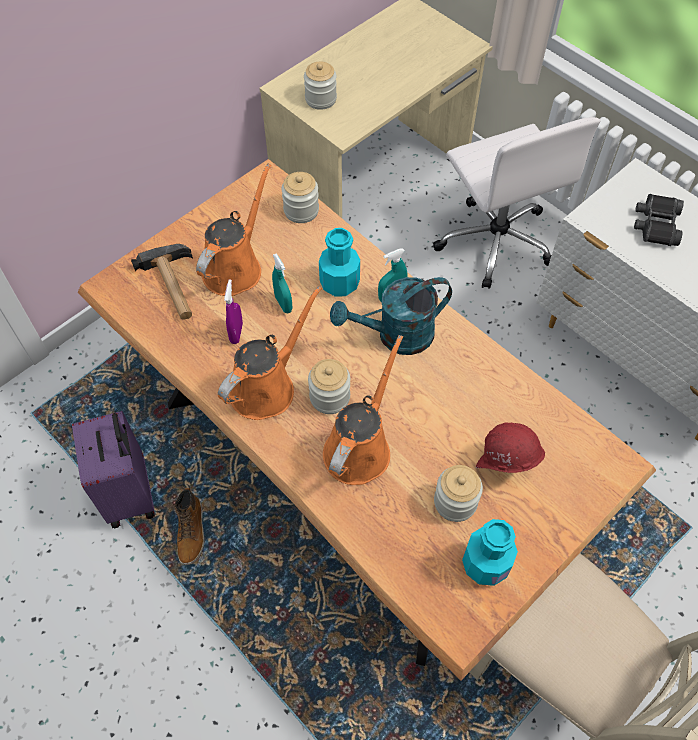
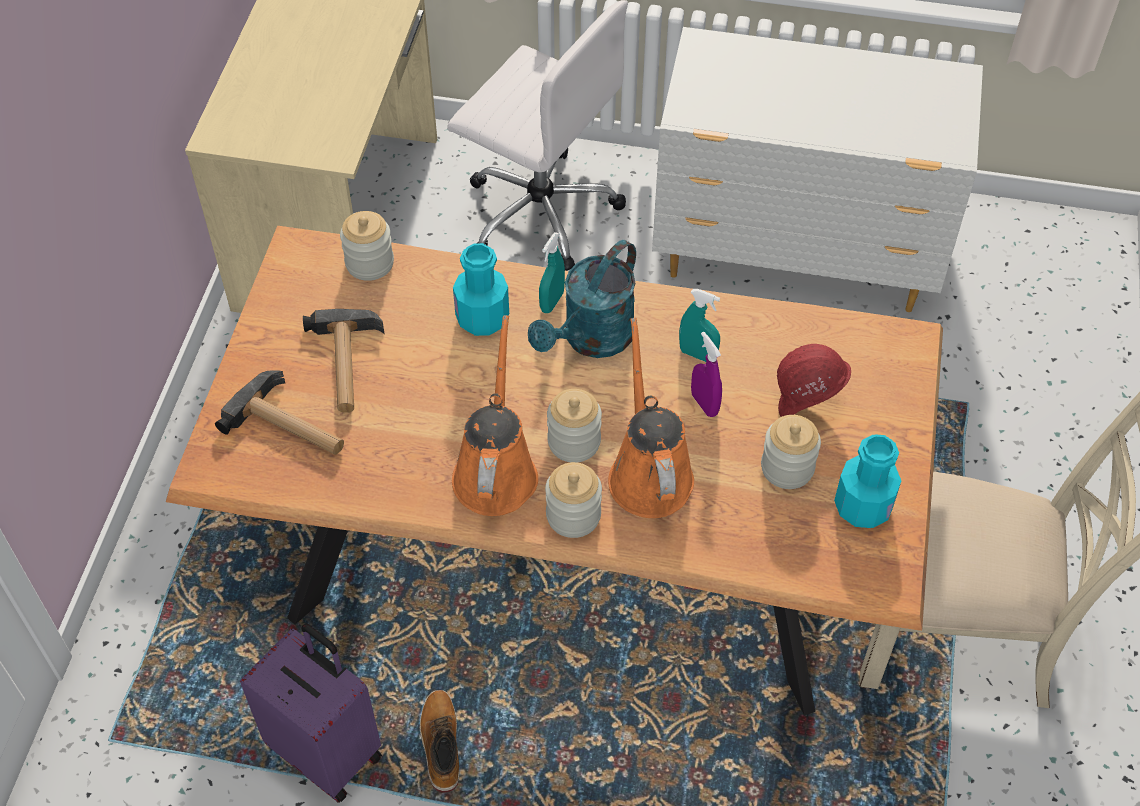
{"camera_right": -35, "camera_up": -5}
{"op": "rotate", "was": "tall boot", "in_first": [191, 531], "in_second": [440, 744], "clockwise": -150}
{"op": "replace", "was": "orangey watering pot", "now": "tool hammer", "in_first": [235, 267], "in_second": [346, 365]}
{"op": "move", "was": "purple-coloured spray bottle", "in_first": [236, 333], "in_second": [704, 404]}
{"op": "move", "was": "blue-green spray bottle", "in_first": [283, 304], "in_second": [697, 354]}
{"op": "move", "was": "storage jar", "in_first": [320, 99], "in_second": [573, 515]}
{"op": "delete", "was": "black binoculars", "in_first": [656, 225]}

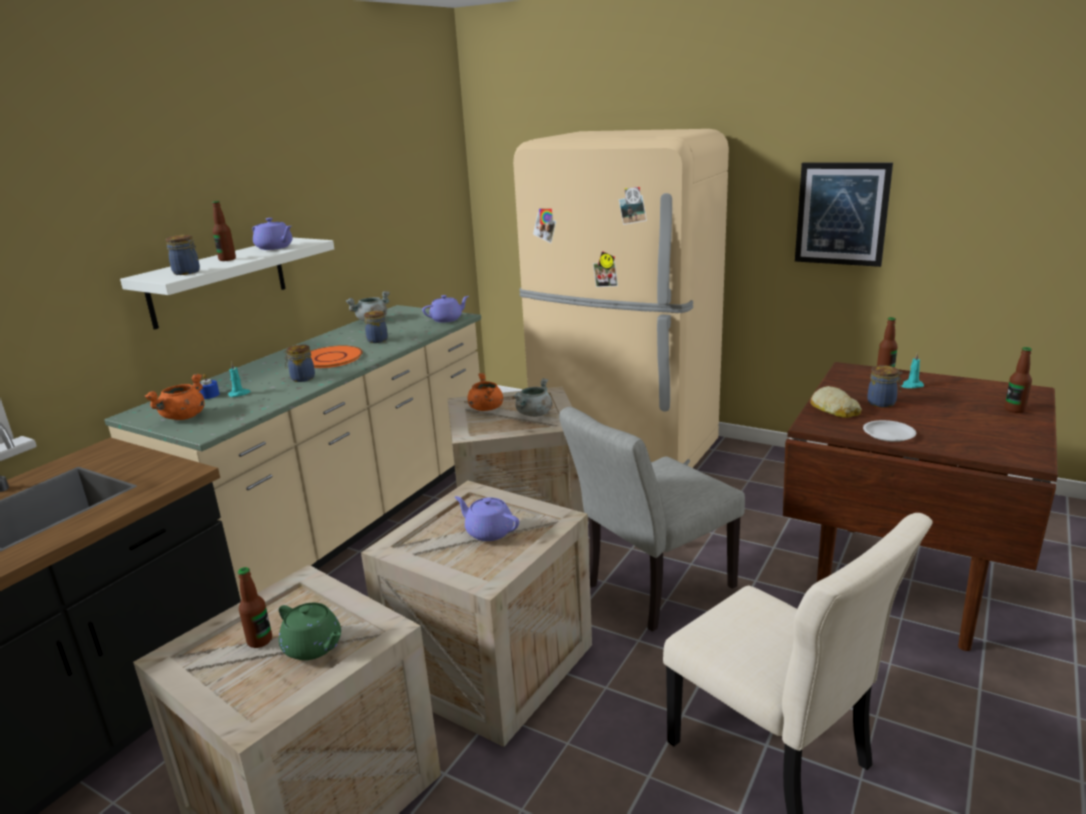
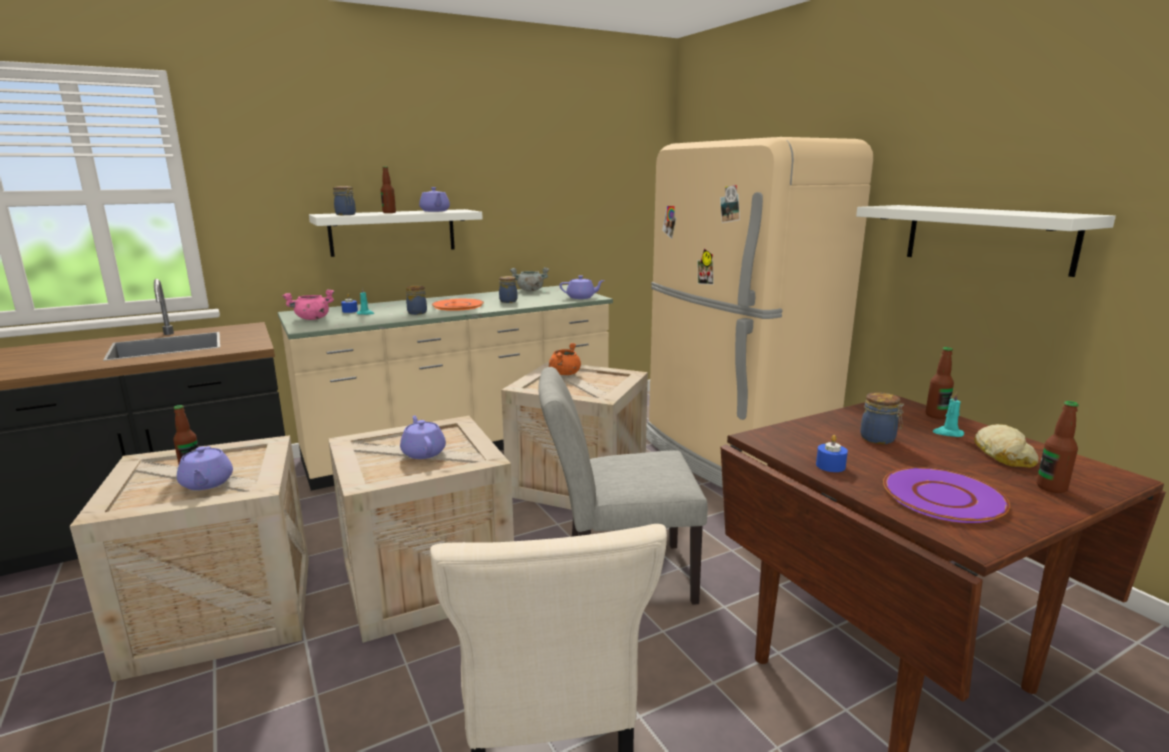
{"camera_right": 30, "camera_up": -5}
{"op": "recolor", "was": "orangey saucepot", "now": "pink-coloured saucepot", "in_first": [183, 417], "in_second": [312, 319]}
{"op": "recolor", "was": "greenish pot for tea", "now": "purple-coloured pot for tea", "in_first": [313, 647], "in_second": [206, 483]}
{"op": "delete", "was": "gray saucepot", "in_first": [534, 414]}
{"op": "replace", "was": "picture", "now": "white-coloured shelf", "in_first": [842, 214], "in_second": [987, 237]}
{"op": "move", "was": "bakery bread", "in_first": [834, 409], "in_second": [1003, 454]}
{"op": "replace", "was": "white-coloured dinner plate", "now": "blue wax candle", "in_first": [888, 434], "in_second": [830, 466]}
{"op": "insert", "now": "purple-coloured dinner plate", "in_second": [944, 497]}

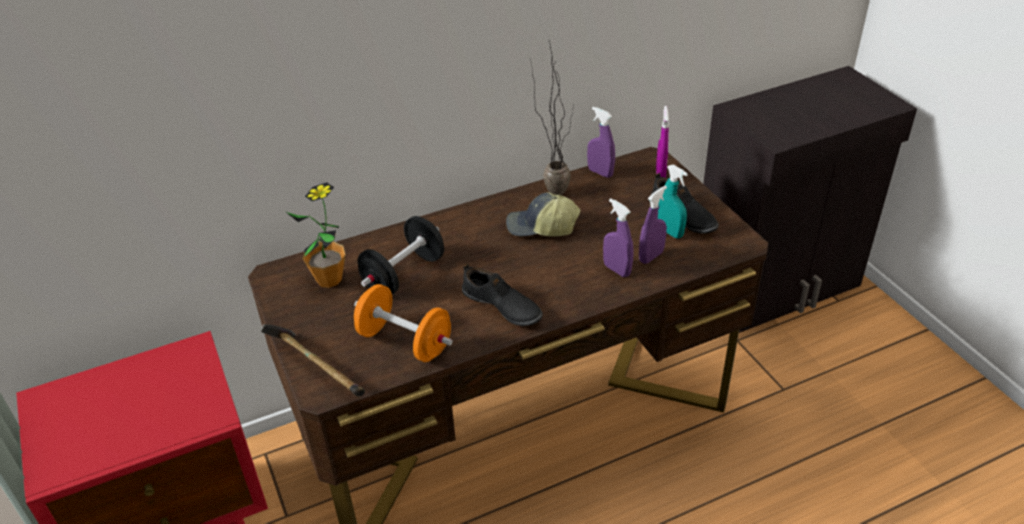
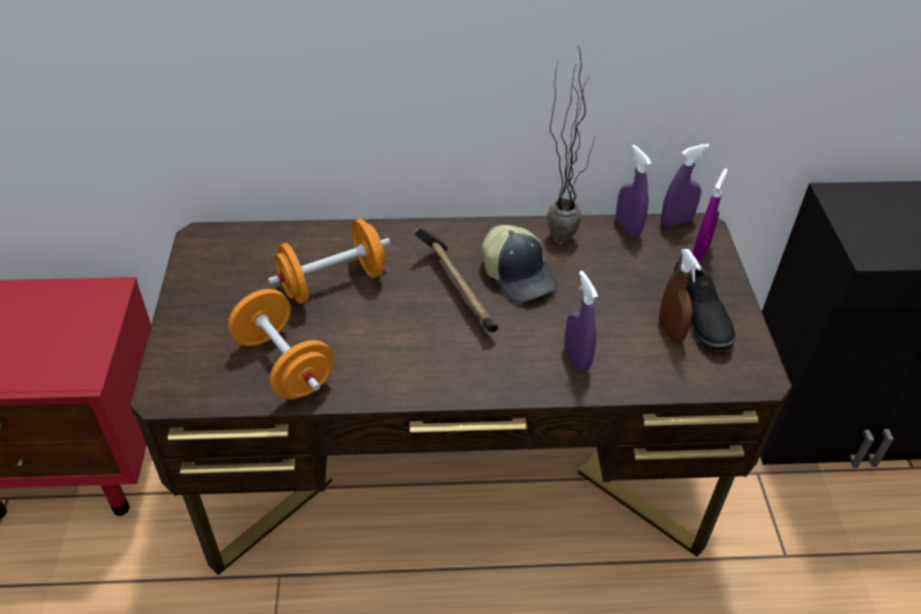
{"camera_right": 20, "camera_up": 5}
{"op": "move", "was": "tool hammer", "in_first": [316, 369], "in_second": [457, 290]}
{"op": "delete", "was": "plant in a pot", "in_first": [329, 279]}
{"op": "recolor", "was": "black dumbbell", "now": "orangey dumbbell", "in_first": [404, 274], "in_second": [333, 283]}
{"op": "delete", "was": "black item of footwear", "in_first": [501, 306]}
{"op": "rotate", "was": "baseball cap", "in_first": [541, 227], "in_second": [518, 275], "clockwise": -150}
{"op": "move", "was": "purple-coloured spray bottle", "in_first": [651, 256], "in_second": [676, 221]}
{"op": "recolor", "was": "blue-green spray bottle", "now": "brownish spray bottle", "in_first": [670, 232], "in_second": [670, 331]}

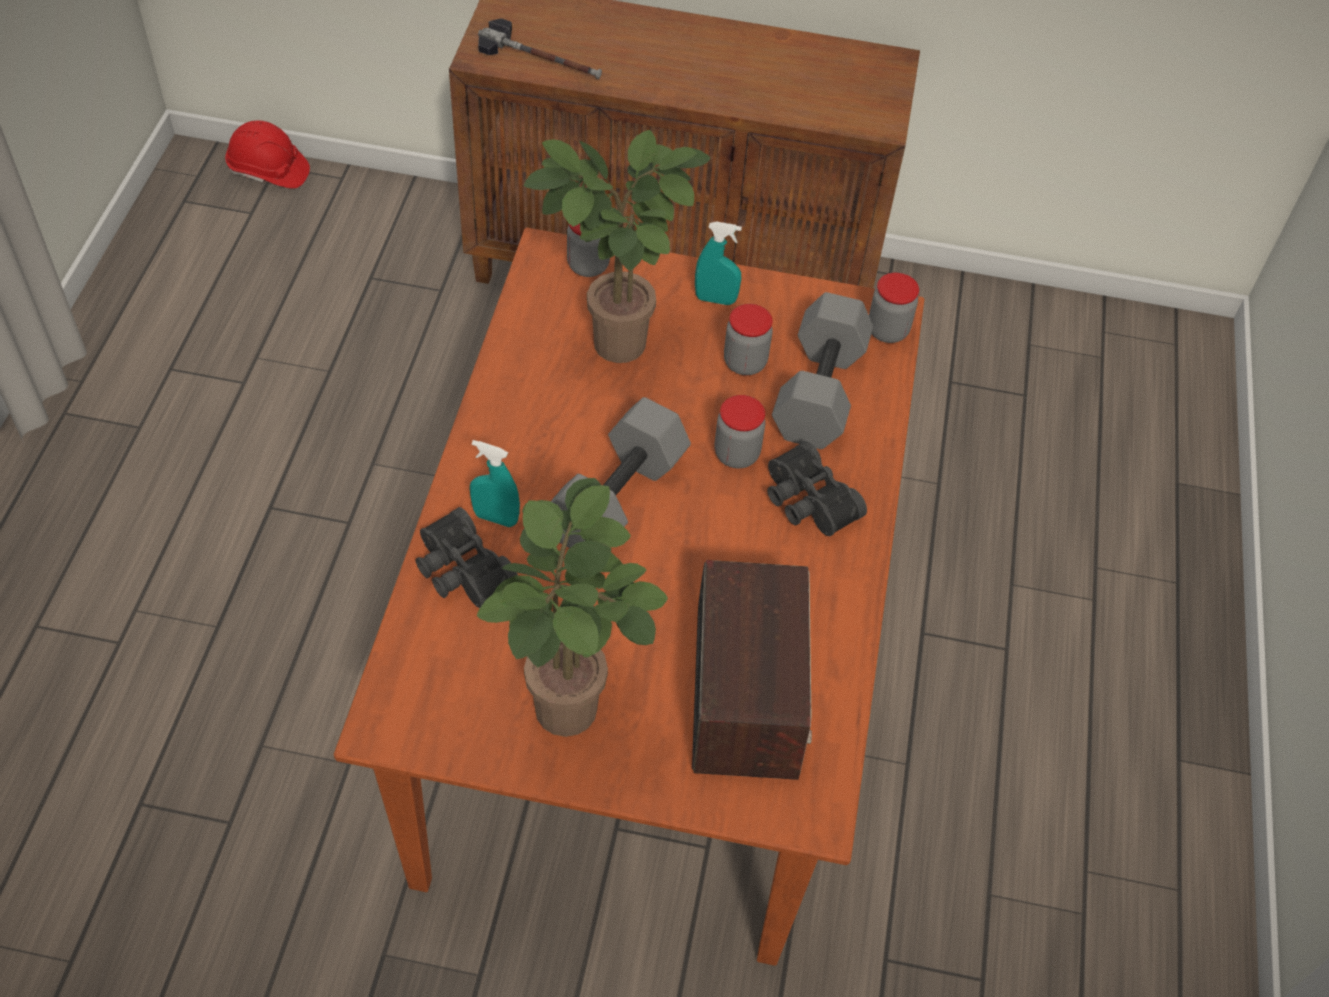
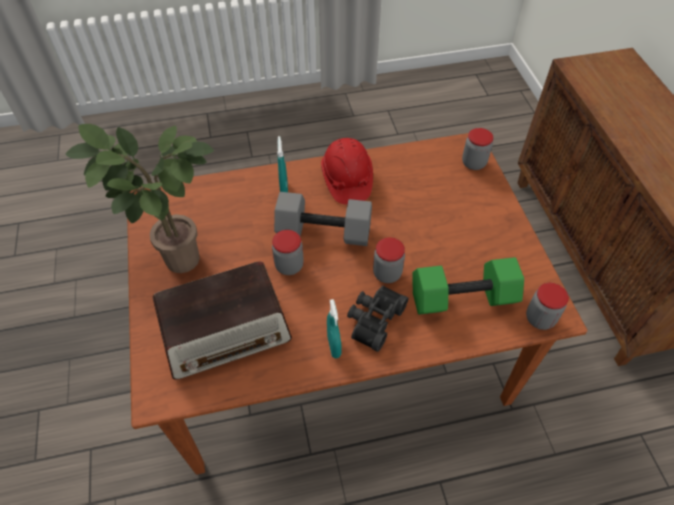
{"camera_right": 70, "camera_up": 0}
{"op": "move", "was": "red-coloured work helmet", "in_first": [268, 171], "in_second": [346, 180]}
{"op": "delete", "was": "black binoculars", "in_first": [460, 571]}
{"op": "delete", "was": "tool hammer", "in_first": [540, 59]}
{"op": "delete", "was": "plant in a pot", "in_first": [615, 350]}
{"op": "move", "was": "blue-green spray bottle", "in_first": [715, 299], "in_second": [334, 346]}
{"op": "move", "was": "storage jar", "in_first": [745, 362], "in_second": [289, 266]}
{"op": "recolor", "was": "gray dumbbell", "now": "greenish dumbbell", "in_first": [817, 389], "in_second": [463, 296]}

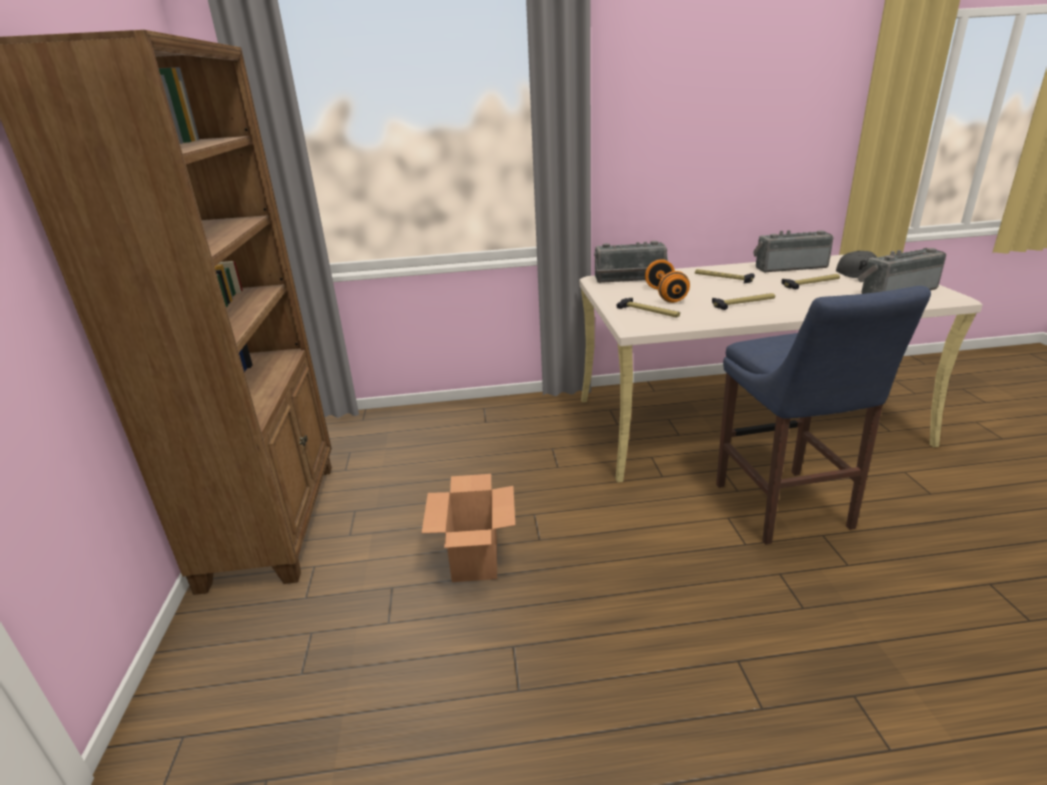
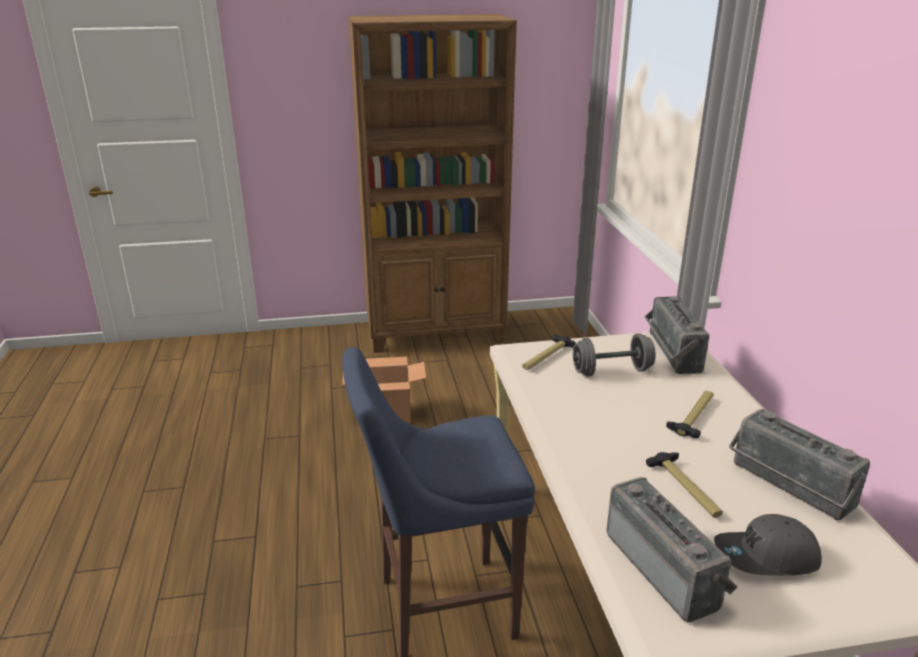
{"camera_right": 85, "camera_up": 0}
{"op": "recolor", "was": "orangey dumbbell", "now": "gray dumbbell", "in_first": [665, 295], "in_second": [611, 371]}
{"op": "delete", "was": "tool hammer", "in_first": [743, 304]}
{"op": "rotate", "was": "radio receiver", "in_first": [789, 267], "in_second": [788, 488], "clockwise": 150}

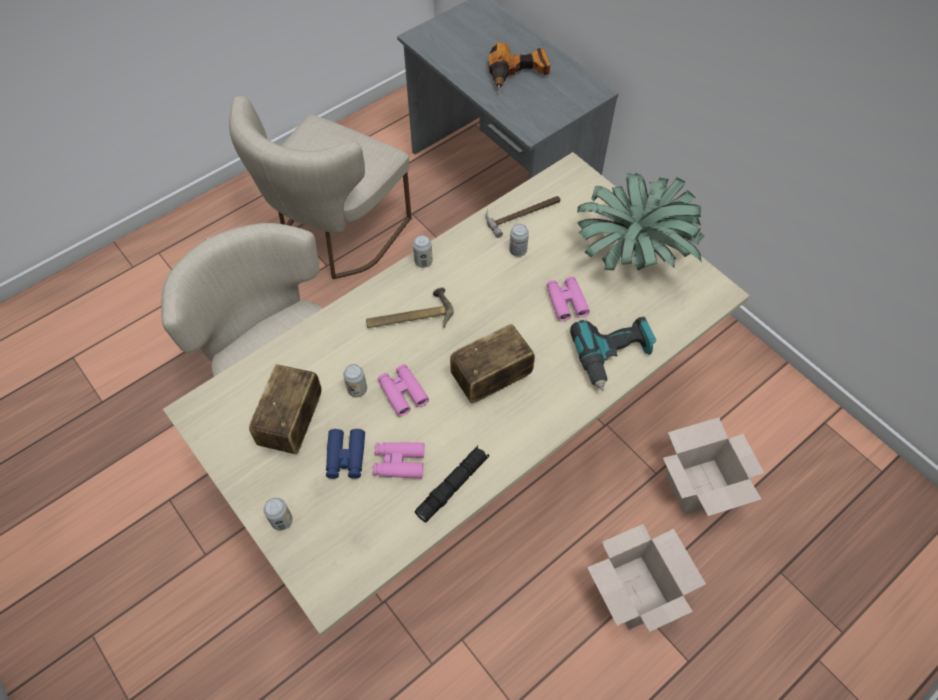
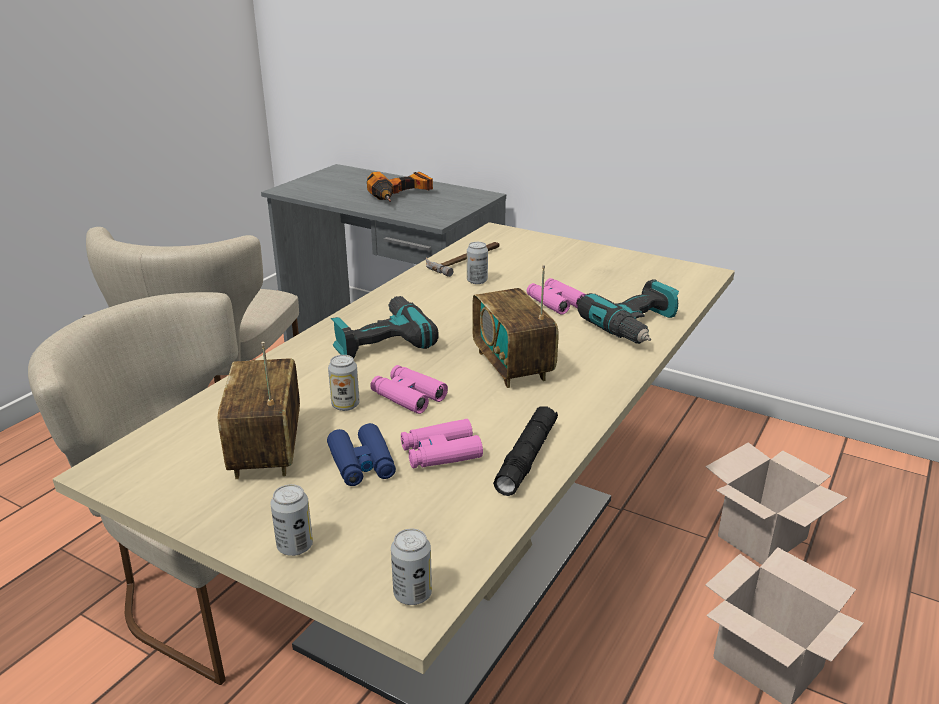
{"camera_right": -20, "camera_up": -30}
{"op": "replace", "was": "tool hammer", "now": "power drill", "in_first": [410, 316], "in_second": [380, 340]}
{"op": "move", "was": "sealed can", "in_first": [423, 262], "in_second": [412, 594]}
{"op": "rotate", "was": "radio receiver", "in_first": [491, 379], "in_second": [512, 366], "clockwise": -60}
{"op": "delete", "was": "plant in a pot", "in_first": [632, 253]}

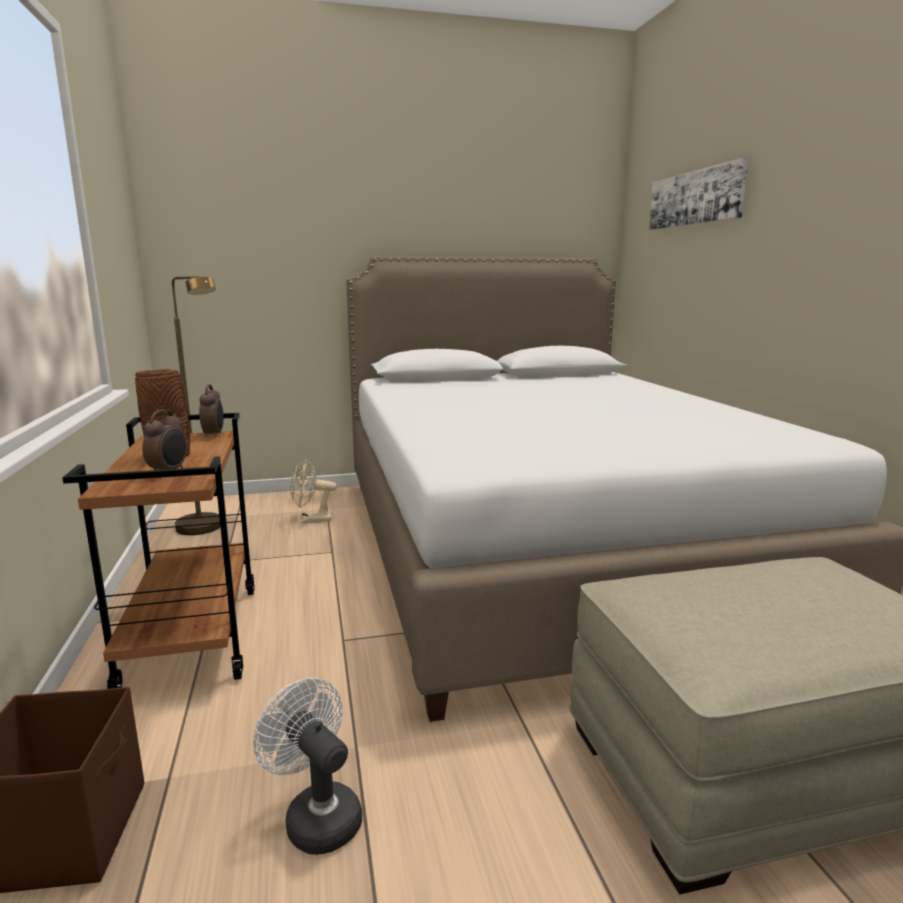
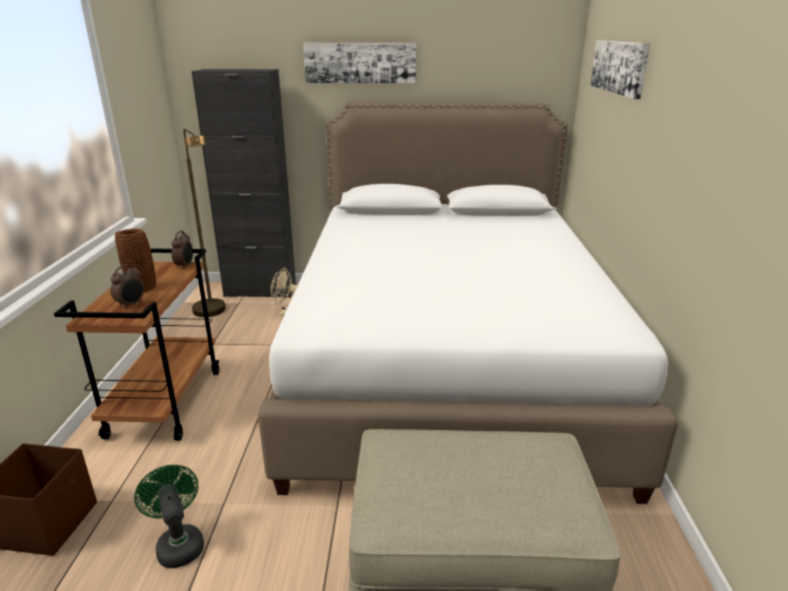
{"camera_right": 15, "camera_up": 10}
{"op": "recolor", "was": "white-coloured electric fan", "now": "greenish electric fan", "in_first": [316, 816], "in_second": [178, 543]}
{"op": "insert", "now": "black cabinet", "in_second": [260, 291]}
{"op": "insert", "now": "picture", "in_second": [360, 63]}

